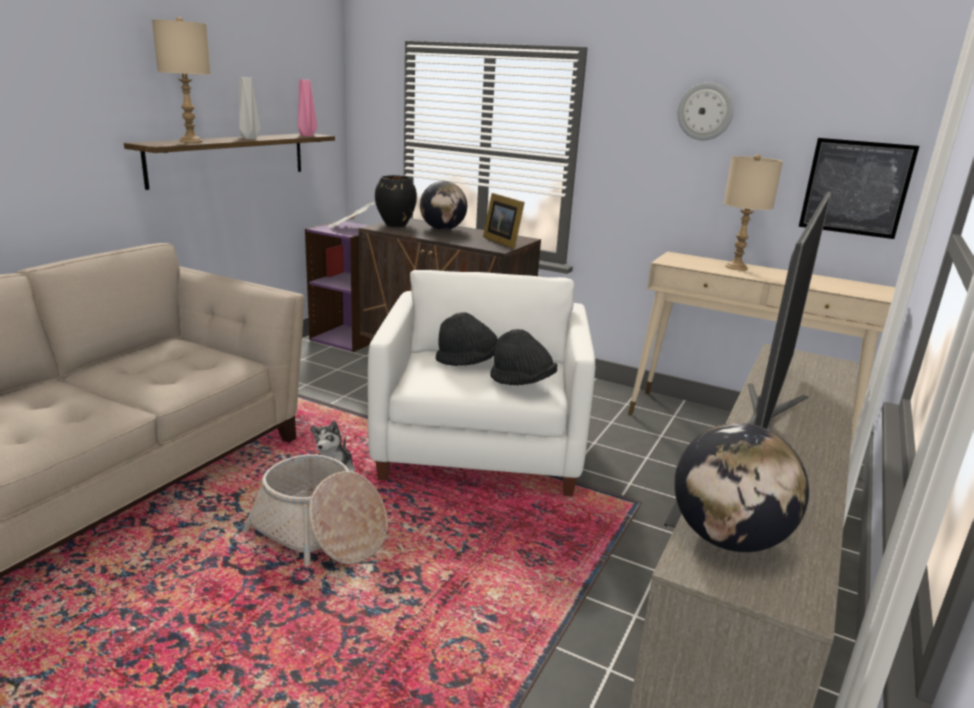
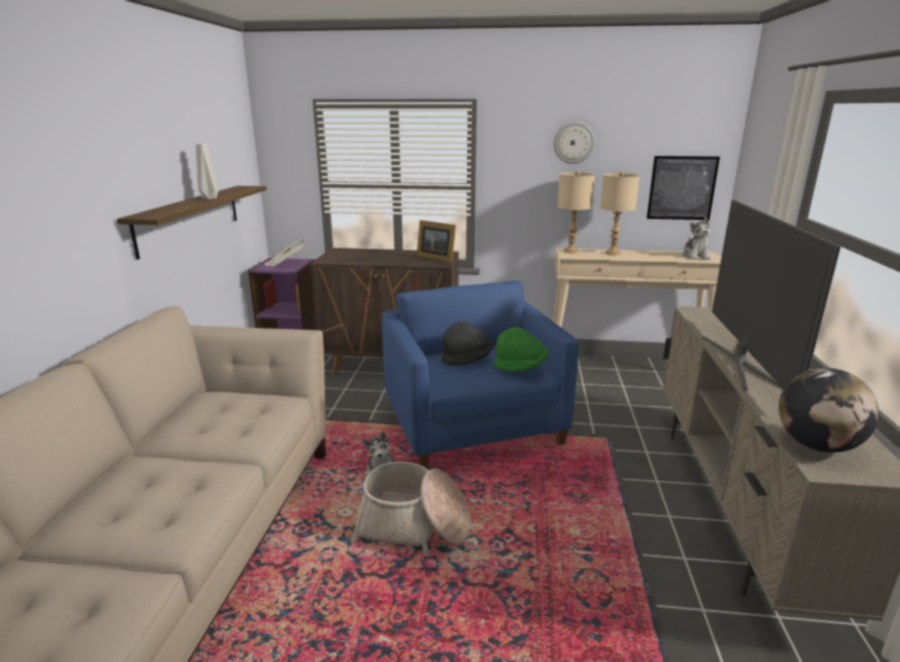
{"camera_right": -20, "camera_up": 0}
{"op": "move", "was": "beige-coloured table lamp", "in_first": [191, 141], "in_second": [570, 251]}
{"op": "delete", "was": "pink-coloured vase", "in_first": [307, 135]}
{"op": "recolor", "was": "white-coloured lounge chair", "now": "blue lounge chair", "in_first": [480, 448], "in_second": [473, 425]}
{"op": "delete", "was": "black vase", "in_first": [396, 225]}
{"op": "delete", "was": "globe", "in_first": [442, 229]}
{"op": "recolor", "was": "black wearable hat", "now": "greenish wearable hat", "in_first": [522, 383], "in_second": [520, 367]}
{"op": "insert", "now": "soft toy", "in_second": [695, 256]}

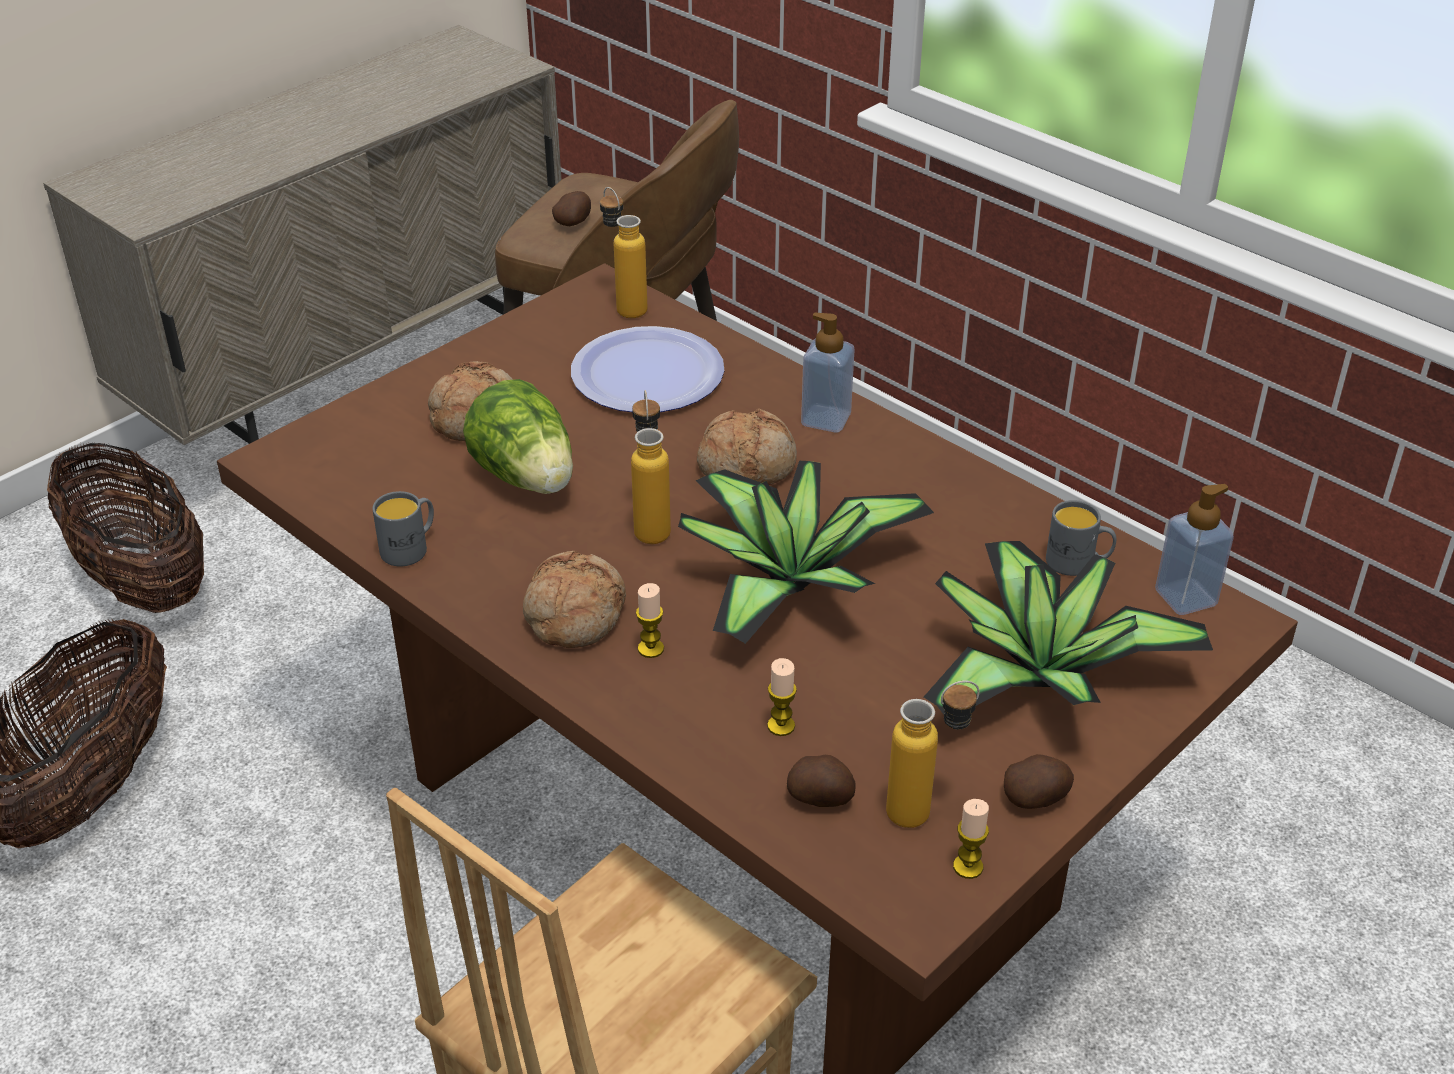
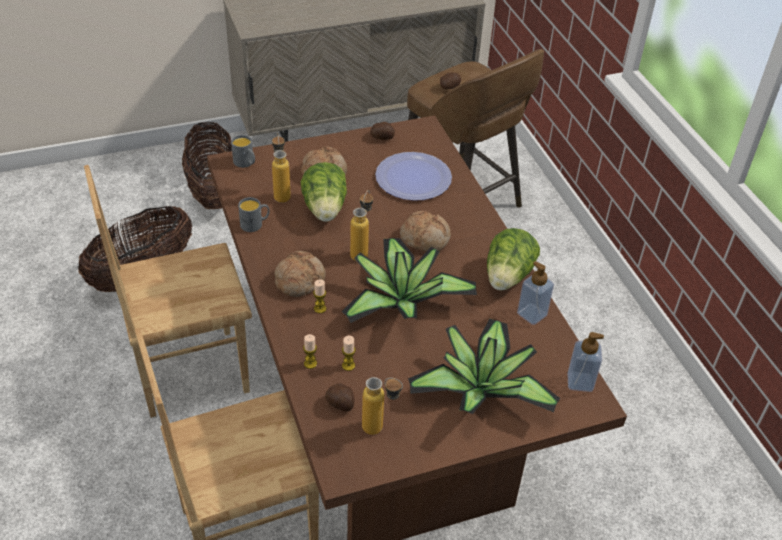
{"camera_right": 25, "camera_up": 5}
{"op": "move", "was": "beverage bottle", "in_first": [624, 306], "in_second": [281, 193]}
{"op": "move", "was": "liquid soap bottle", "in_first": [826, 419], "in_second": [532, 314]}
{"op": "move", "was": "wax candle", "in_first": [968, 867], "in_second": [310, 363]}
{"op": "move", "was": "potato", "in_first": [1036, 799], "in_second": [382, 138]}
{"op": "move", "was": "gray coffee mug", "in_first": [1078, 563], "in_second": [246, 163]}
{"op": "insert", "now": "brownish chair", "in_second": [190, 371]}
{"op": "insert", "now": "lettuce head", "in_second": [507, 277]}

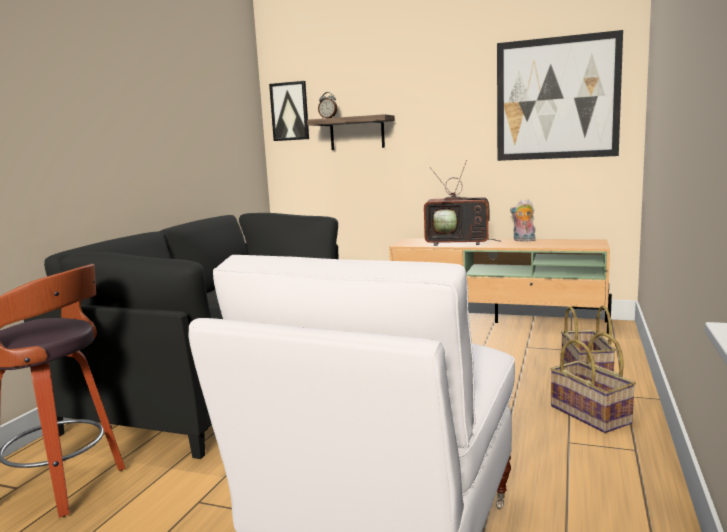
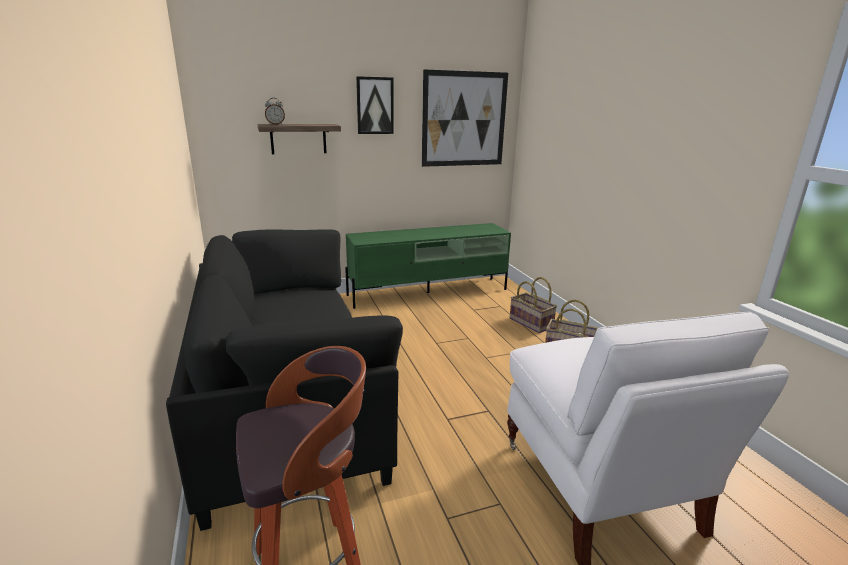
{"camera_right": -40, "camera_up": 10}
{"op": "move", "was": "picture", "in_first": [290, 111], "in_second": [375, 105]}
{"op": "recolor", "was": "beige-coloured tv unit", "now": "greenish tv unit", "in_first": [497, 322], "in_second": [429, 292]}
{"op": "delete", "was": "television", "in_first": [459, 242]}
{"op": "delete", "was": "soft toy", "in_first": [523, 240]}

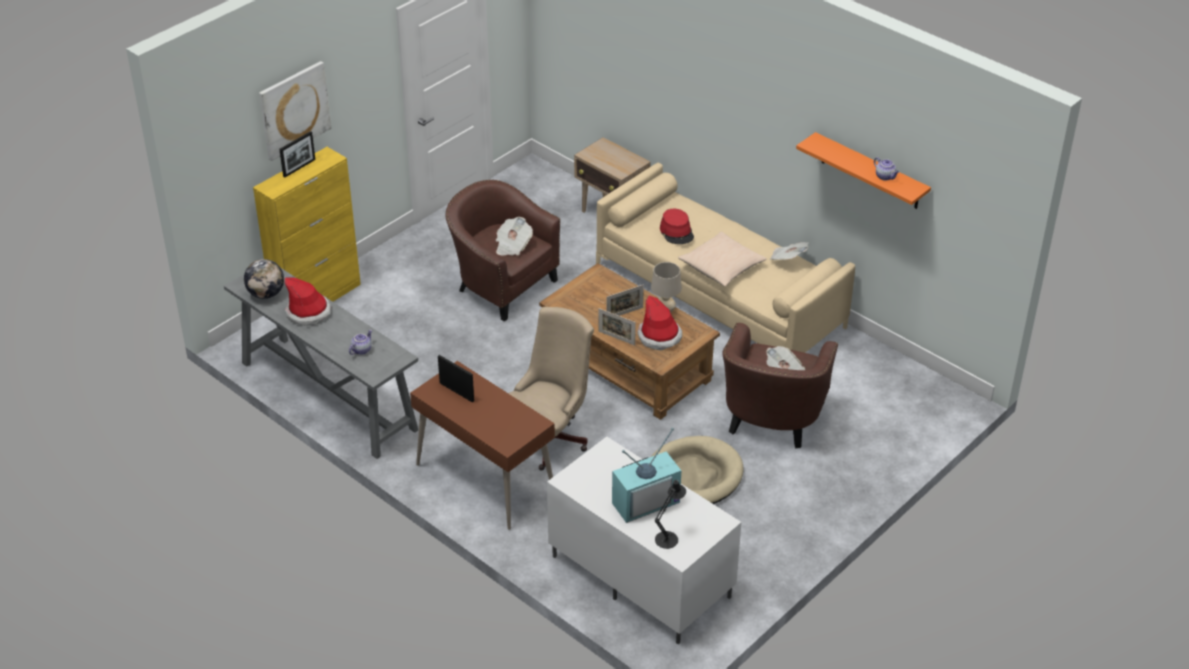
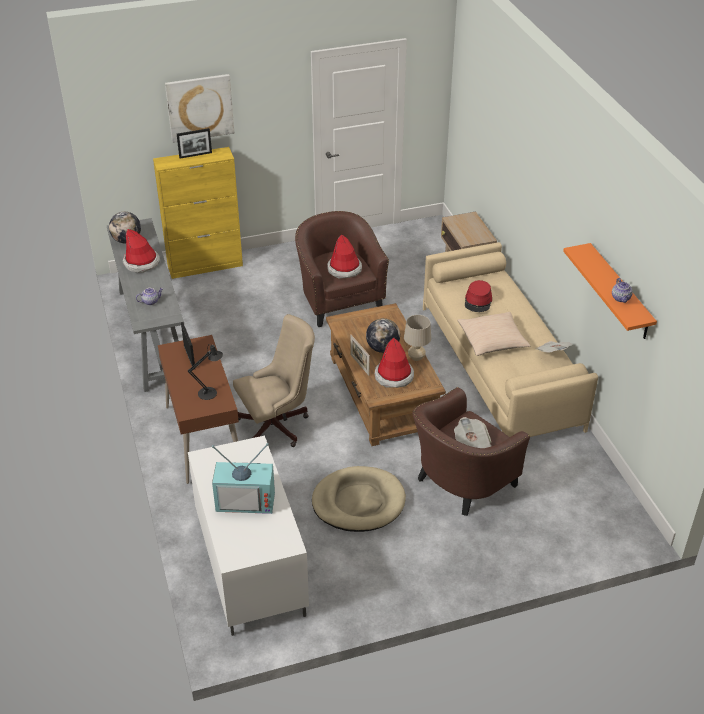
{"camera_right": 30, "camera_up": 0}
{"op": "replace", "was": "printed paper", "now": "wearable hat", "in_first": [512, 245], "in_second": [344, 269]}
{"op": "replace", "was": "picture frame", "now": "globe", "in_first": [624, 313], "in_second": [382, 348]}
{"op": "move", "was": "black table lamp", "in_first": [668, 537], "in_second": [210, 392]}

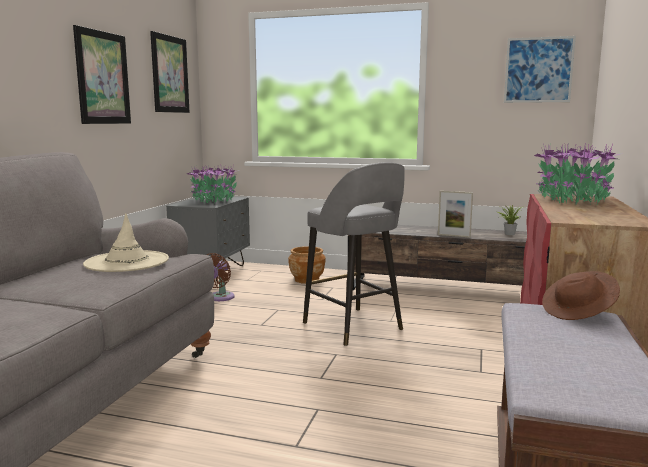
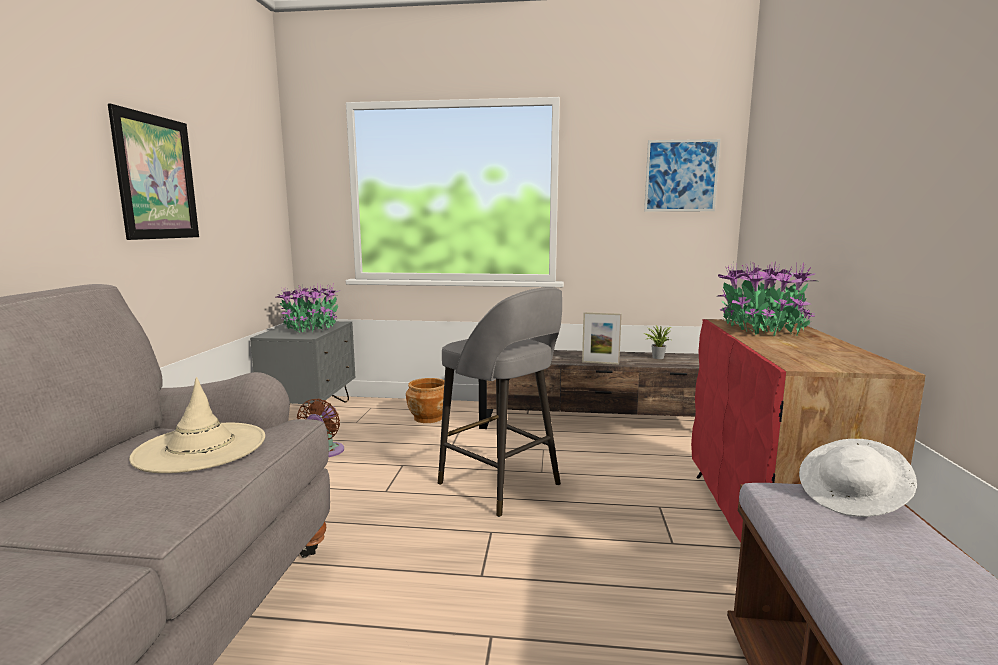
{"camera_right": -10, "camera_up": 0}
{"op": "delete", "was": "picture", "in_first": [170, 74]}
{"op": "recolor", "was": "brownish wearable hat", "now": "white-coloured wearable hat", "in_first": [578, 312], "in_second": [852, 498]}

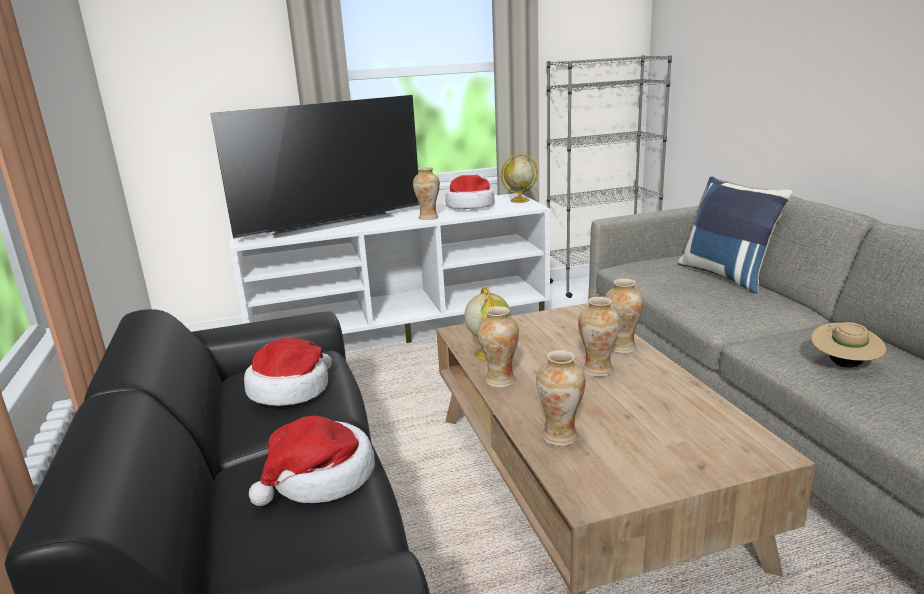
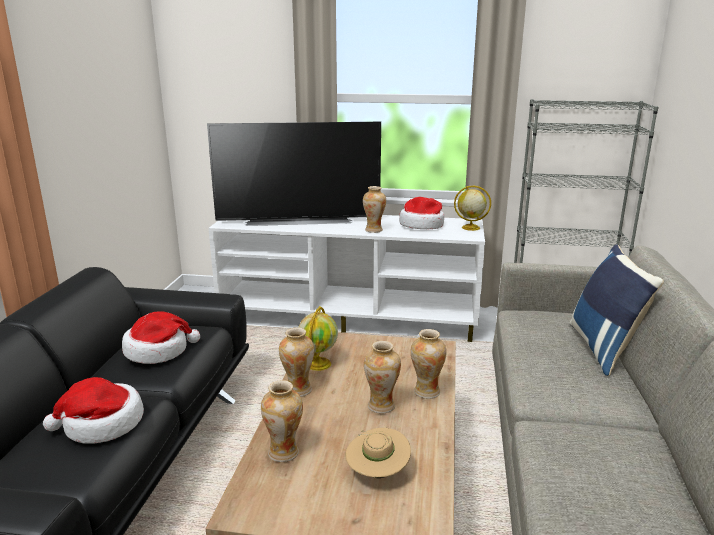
{"camera_right": 25, "camera_up": 0}
{"op": "move", "was": "beige-coloured wearable hat", "in_first": [843, 365], "in_second": [377, 473]}

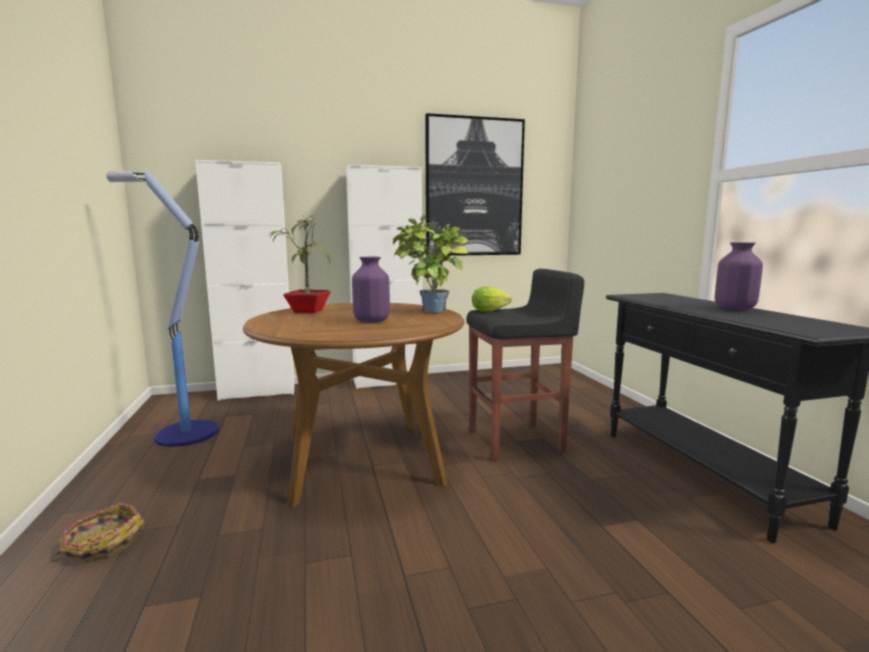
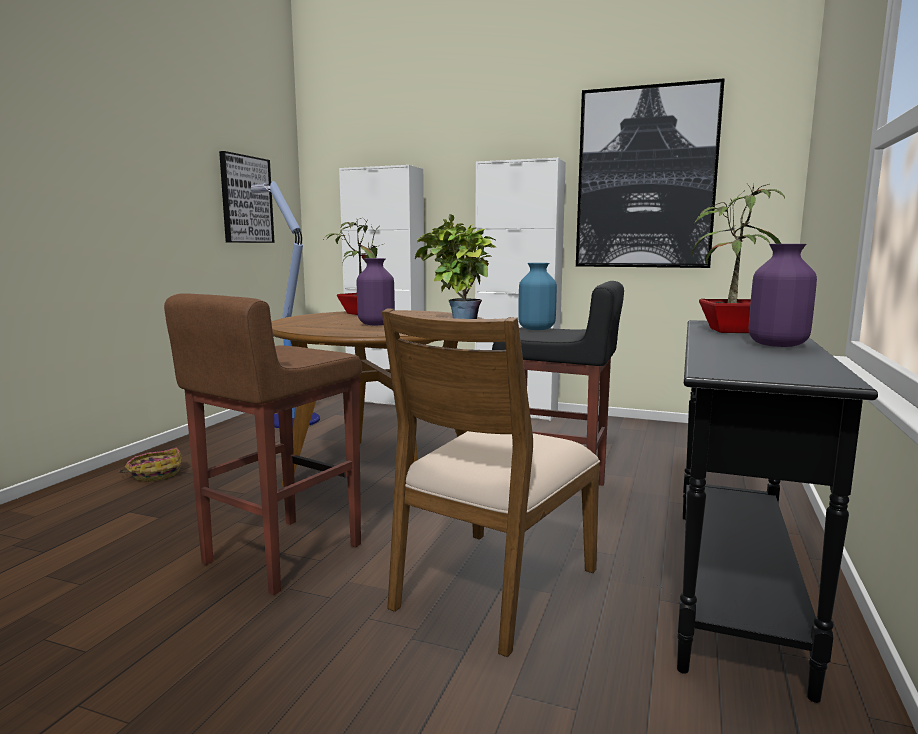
{"camera_right": 35, "camera_up": 0}
{"op": "replace", "was": "lettuce head", "now": "blue vase", "in_first": [491, 311], "in_second": [536, 329]}
{"op": "insert", "now": "brownish stool", "in_second": [280, 554]}
{"op": "insert", "now": "picture", "in_second": [246, 199]}
{"op": "insert", "now": "brownish chair", "in_second": [492, 587]}
{"op": "insert", "now": "plant in a pot", "in_second": [727, 331]}

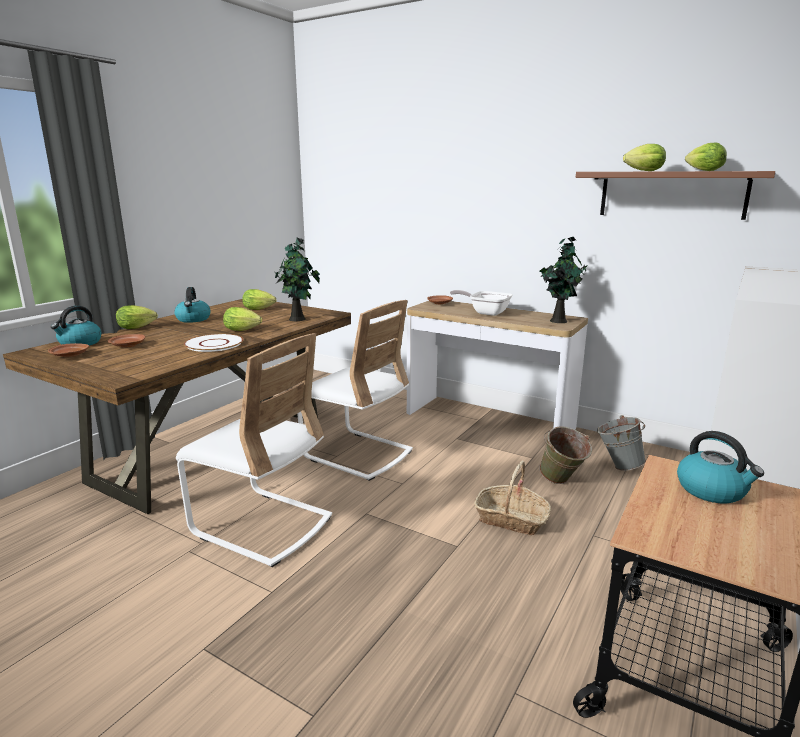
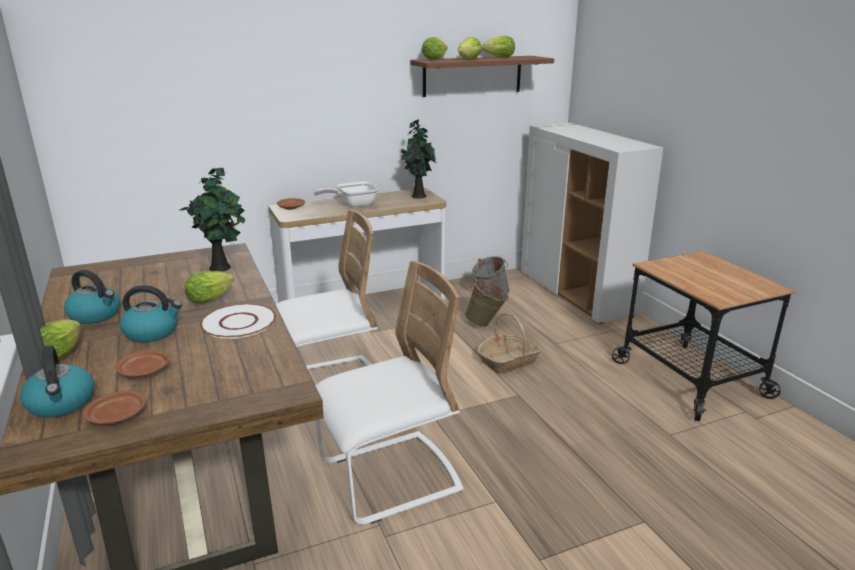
{"camera_right": -55, "camera_up": 5}
{"op": "move", "was": "lettuce head", "in_first": [260, 309], "in_second": [435, 59]}
{"op": "move", "was": "tea kettle", "in_first": [712, 490], "in_second": [152, 332]}

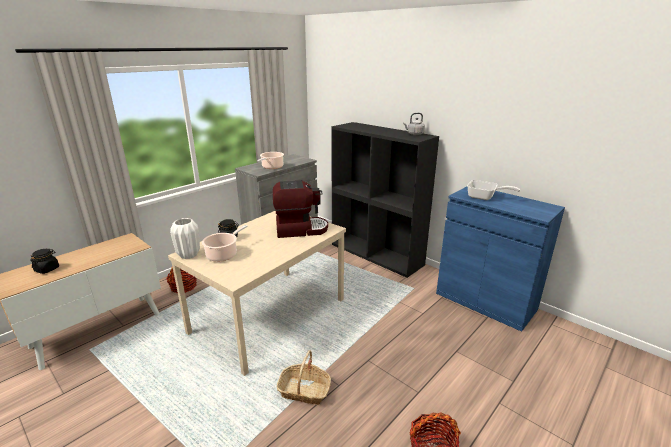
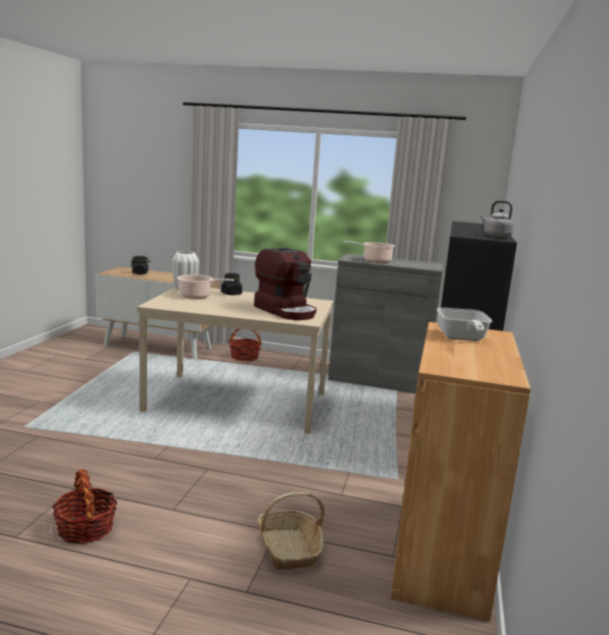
{"camera_right": 60, "camera_up": -10}
{"op": "move", "was": "household basket", "in_first": [304, 390], "in_second": [289, 549]}
{"op": "recolor", "was": "blue cabinet", "now": "brownish cabinet", "in_first": [485, 301], "in_second": [442, 551]}

